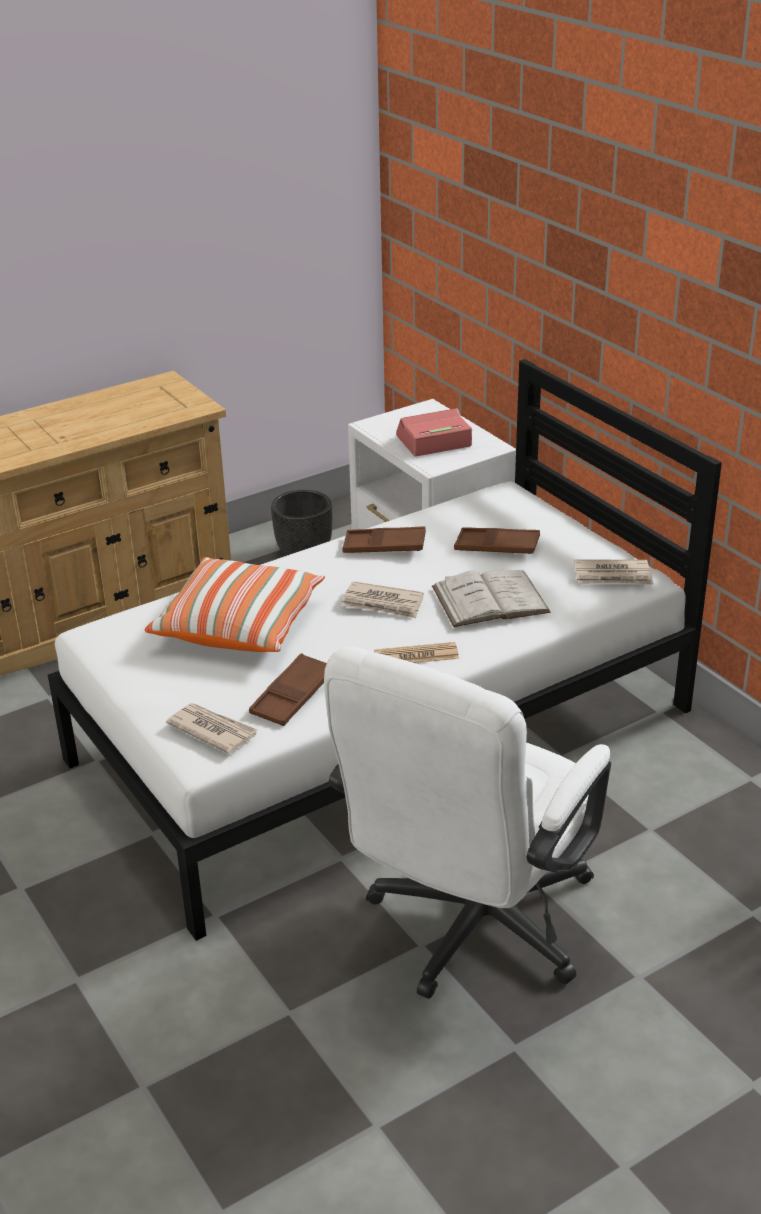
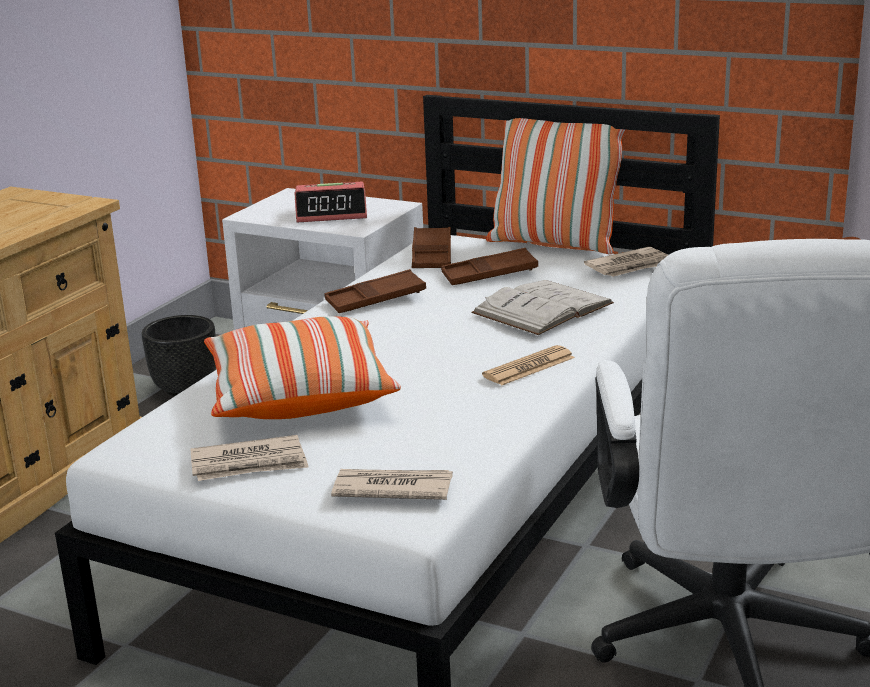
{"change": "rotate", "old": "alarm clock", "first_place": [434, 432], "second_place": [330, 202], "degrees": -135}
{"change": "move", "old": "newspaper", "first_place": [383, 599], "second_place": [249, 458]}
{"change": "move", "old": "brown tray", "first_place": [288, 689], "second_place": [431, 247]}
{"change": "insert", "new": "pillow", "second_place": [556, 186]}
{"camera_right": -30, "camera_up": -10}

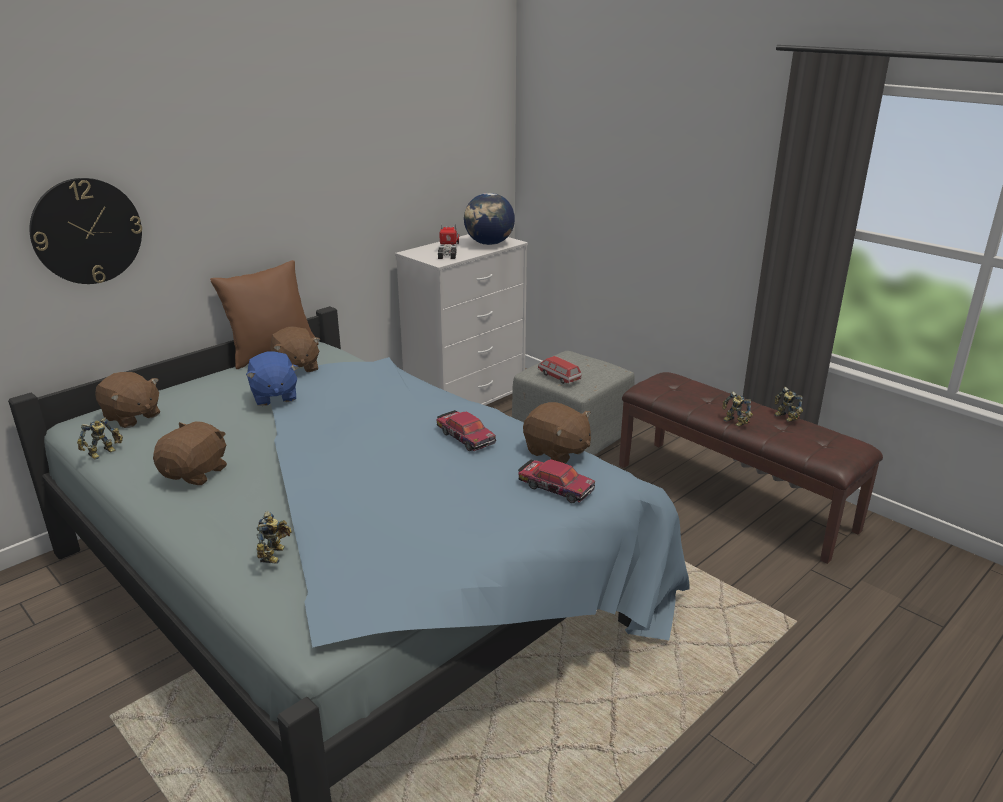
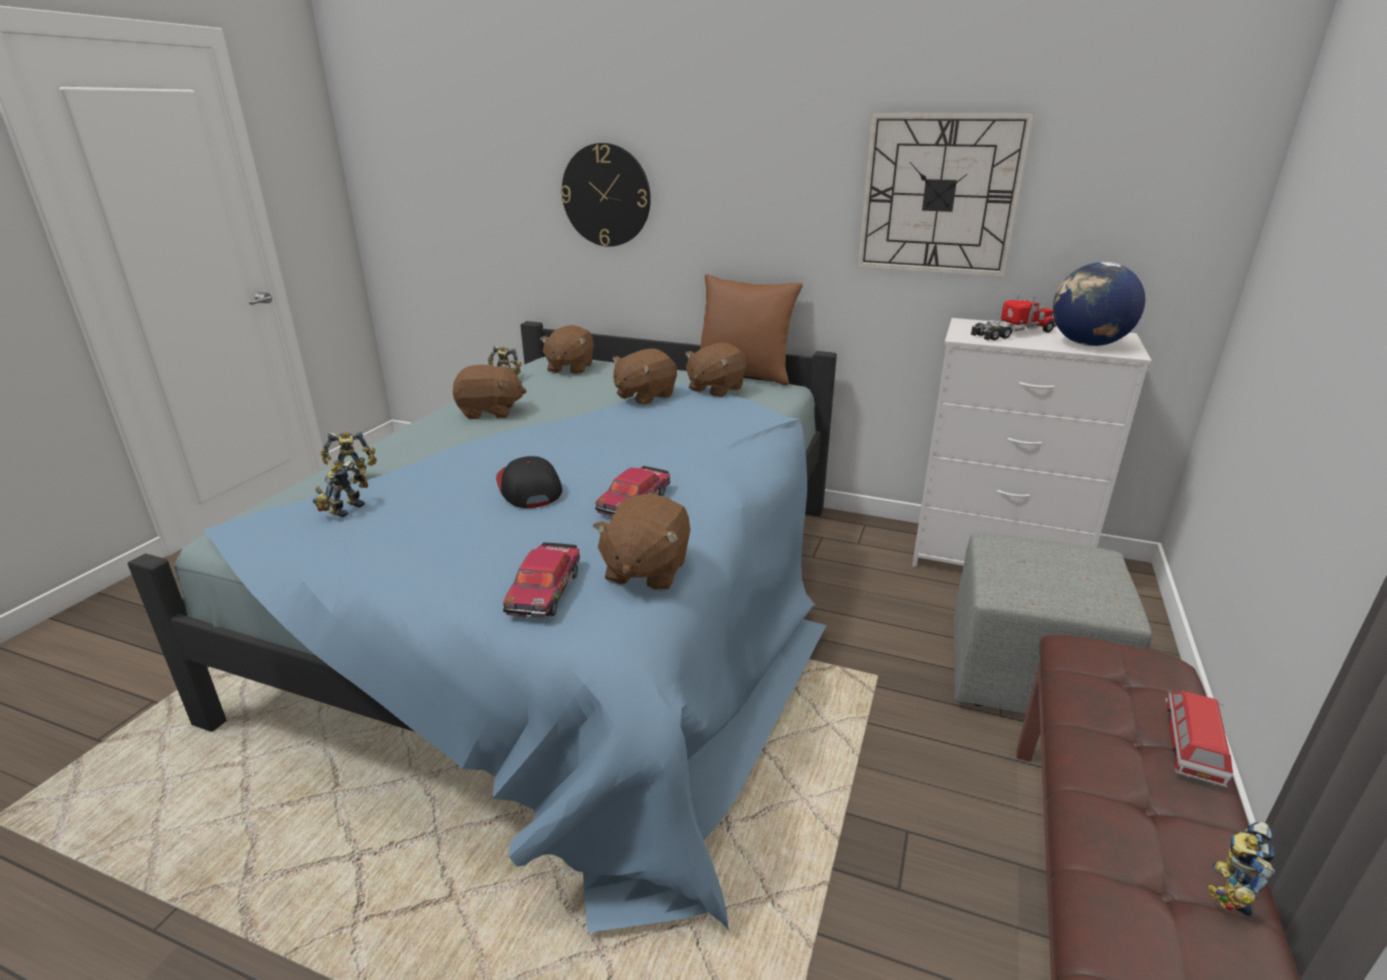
{"change": "recolor", "old": "blue plush toy", "new": "brown plush toy", "first_place": [272, 378], "second_place": [644, 377]}
{"change": "move", "old": "toy car", "first_place": [559, 370], "second_place": [1199, 739]}
{"change": "move", "old": "toy robot", "first_place": [737, 409], "second_place": [340, 489]}
{"change": "insert", "new": "wall clock", "second_place": [945, 194]}
{"change": "insert", "new": "cap", "second_place": [529, 482]}
{"camera_right": 65, "camera_up": 0}

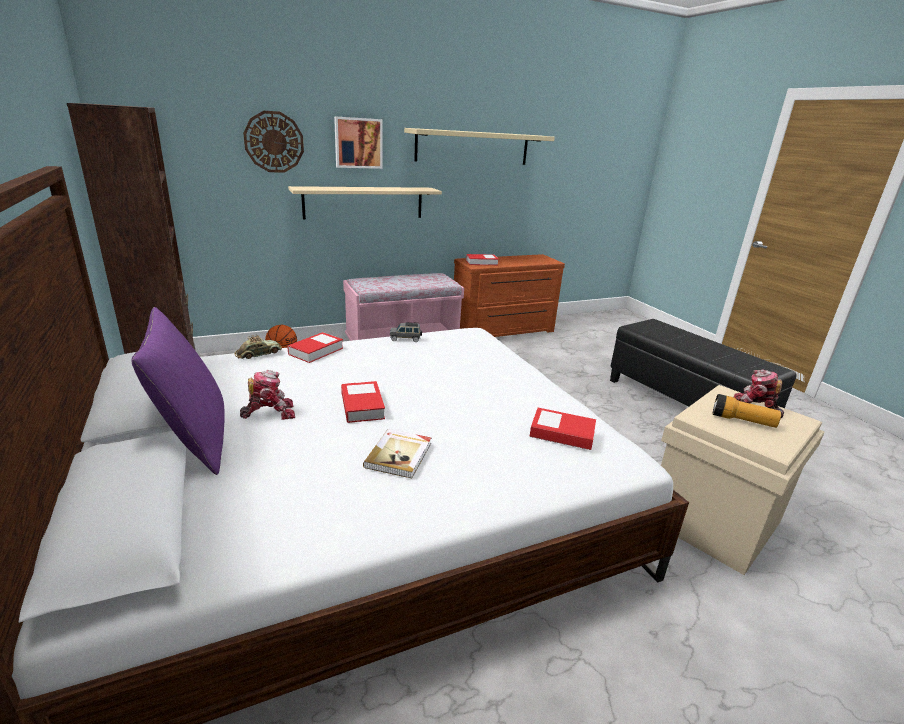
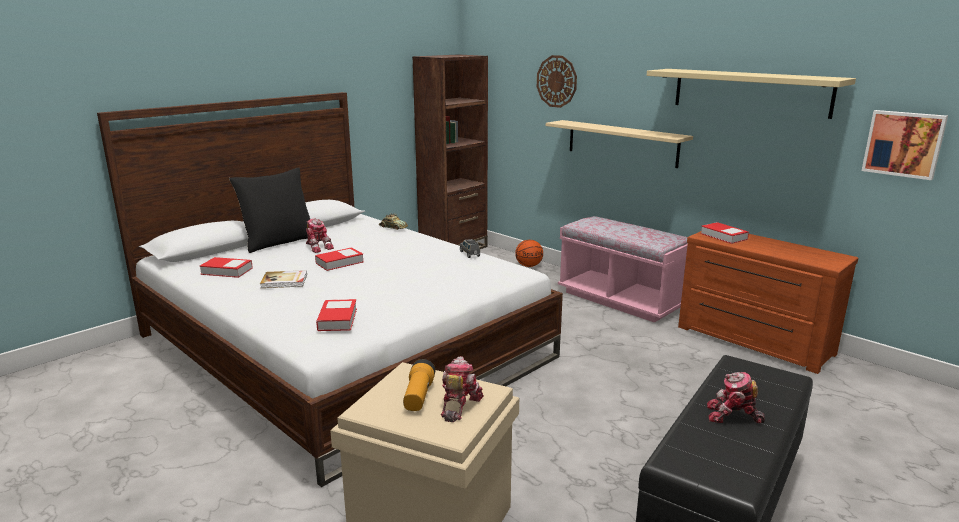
{"change": "move", "old": "picture", "first_place": [358, 142], "second_place": [905, 145]}
{"change": "recolor", "old": "purple pillow", "new": "black pillow", "first_place": [178, 391], "second_place": [269, 210]}
{"change": "move", "old": "book", "first_place": [315, 347], "second_place": [226, 267]}
{"change": "insert", "new": "toy robot", "second_place": [736, 398]}
{"camera_right": 70, "camera_up": -5}

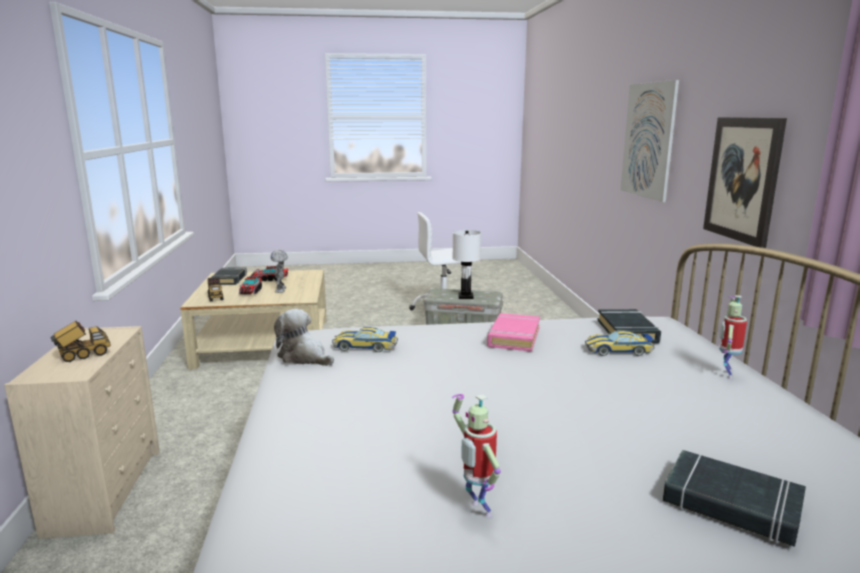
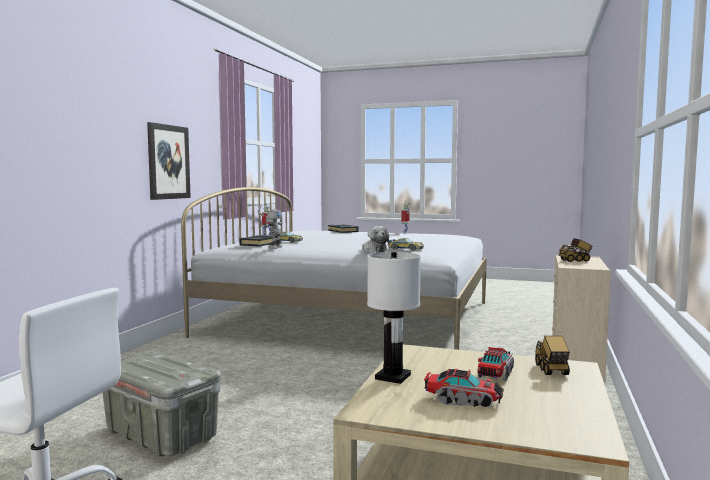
{"change": "delete", "old": "picture", "first_place": [649, 141]}
{"change": "move", "old": "white table lamp", "first_place": [466, 264], "second_place": [394, 318]}
{"change": "move", "old": "toy robot", "first_place": [279, 271], "second_place": [273, 229]}
{"change": "delete", "old": "black book", "first_place": [229, 276]}
{"change": "move", "old": "plush toy", "first_place": [304, 337], "second_place": [376, 240]}
{"change": "delete", "old": "pink book", "first_place": [513, 332]}
{"camera_right": -155, "camera_up": -10}

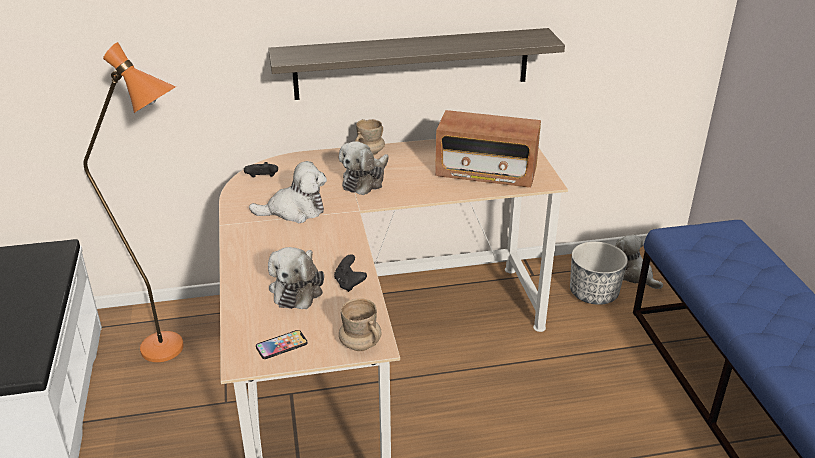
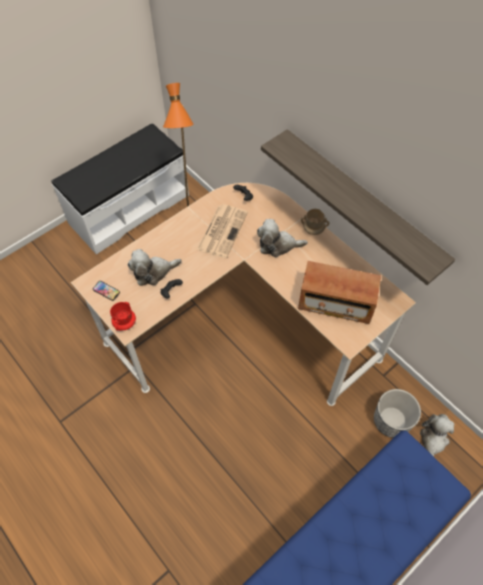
{"change": "rotate", "old": "radio", "first_place": [488, 149], "second_place": [339, 292], "degrees": -60}
{"change": "replace", "old": "plush toy", "new": "newspaper", "first_place": [288, 192], "second_place": [222, 231]}
{"change": "recolor", "old": "beige mug", "new": "red mug", "first_place": [360, 324], "second_place": [123, 316]}
{"camera_right": 60, "camera_up": 25}

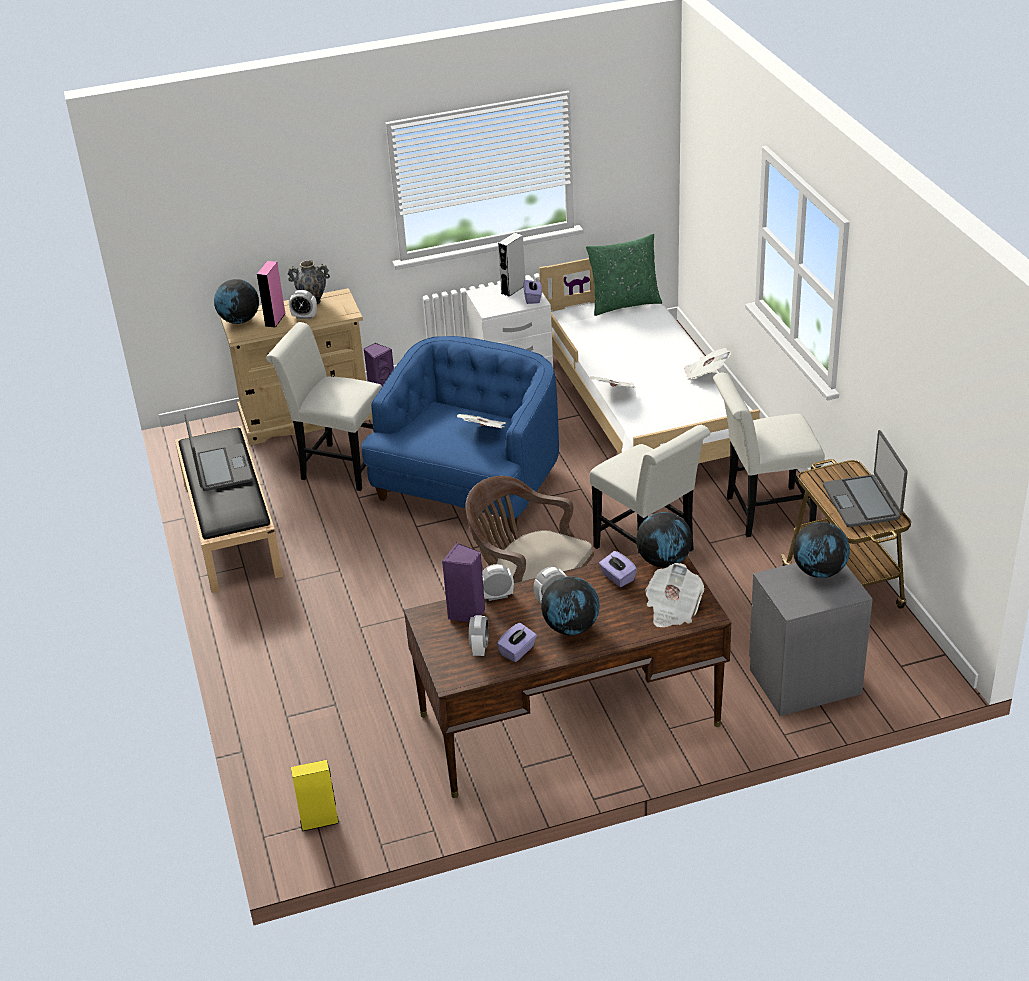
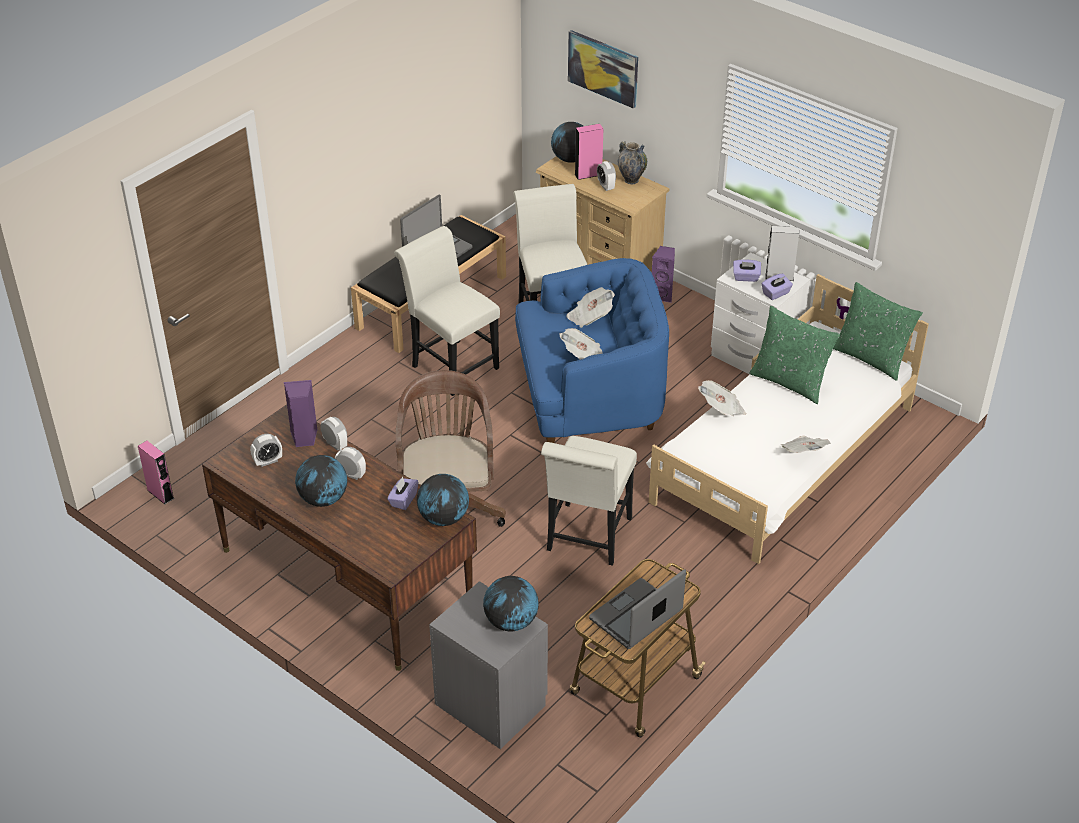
{"change": "move", "old": "white chair", "first_place": [769, 455], "second_place": [447, 311]}
{"change": "move", "old": "newspaper", "first_place": [674, 595], "second_place": [591, 307]}
{"change": "move", "old": "purple tissue box", "first_place": [517, 642], "second_place": [747, 271]}
{"change": "recolor", "old": "yellow speaker", "new": "pink speaker", "first_place": [315, 795], "second_place": [156, 472]}
{"change": "insert", "new": "picture", "second_place": [603, 69]}
{"change": "insert", "new": "green pillow", "second_place": [794, 355]}
{"camera_right": 55, "camera_up": 5}

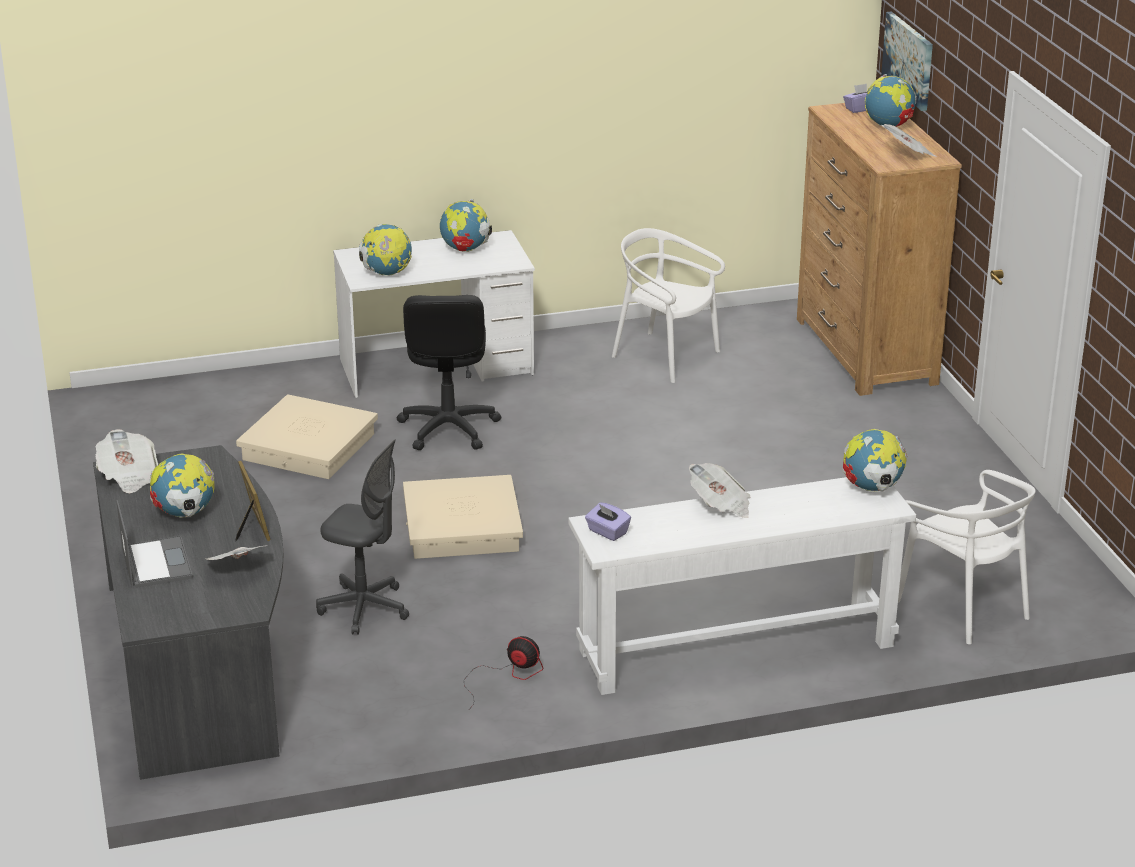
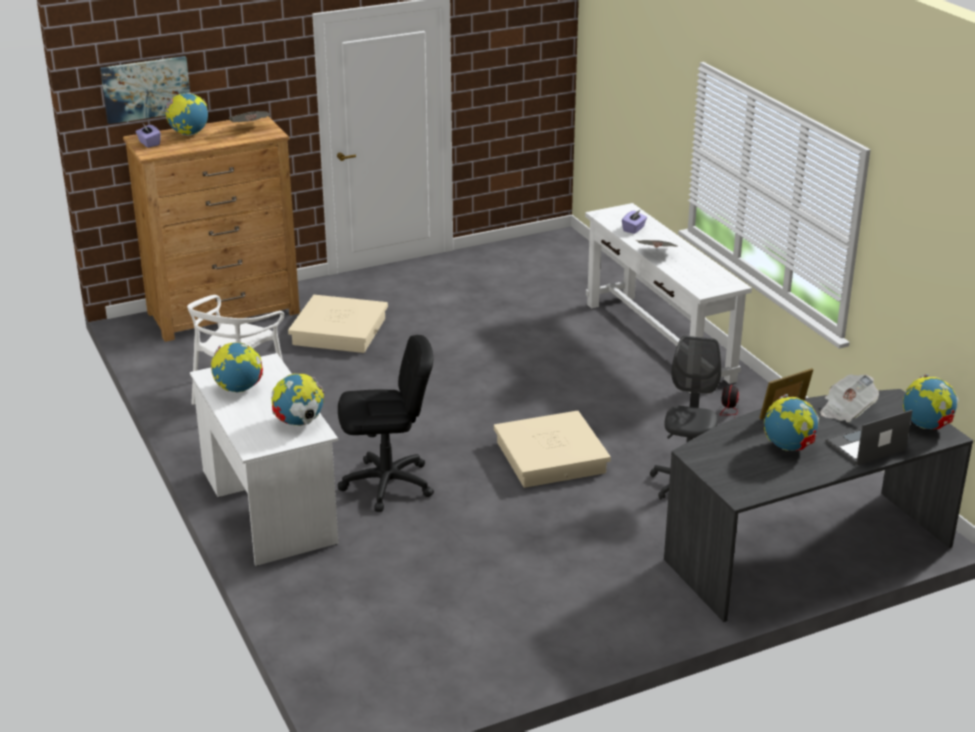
{"change": "move", "old": "beige storage box", "first_place": [307, 436], "second_place": [338, 324]}
{"change": "delete", "old": "newspaper", "first_place": [127, 461]}
{"change": "move", "old": "globe", "first_place": [875, 460], "second_place": [930, 401]}
{"change": "delete", "old": "white chair", "first_place": [967, 557]}
{"change": "move", "old": "purple tissue box", "first_place": [608, 521], "second_place": [634, 222]}
{"camera_right": -100, "camera_up": 0}

